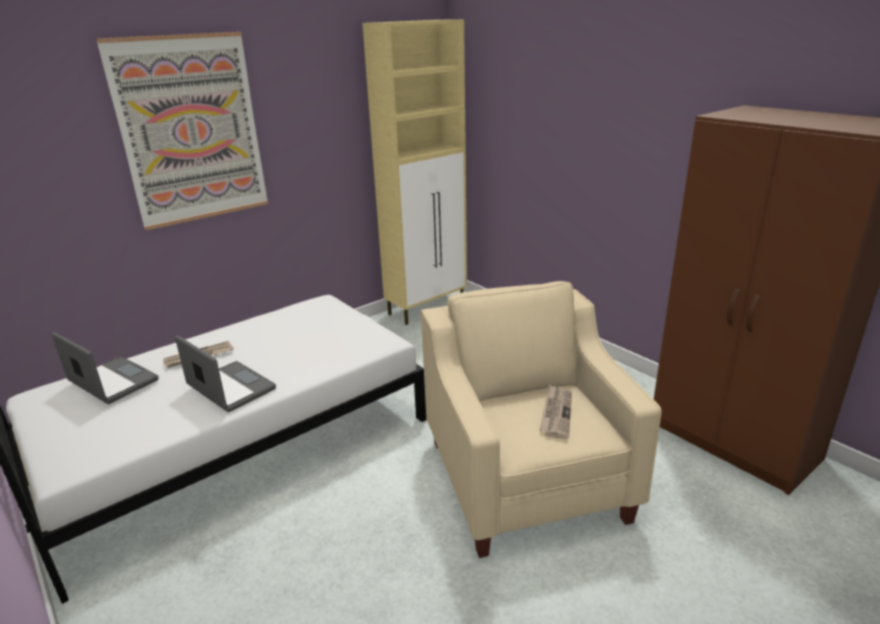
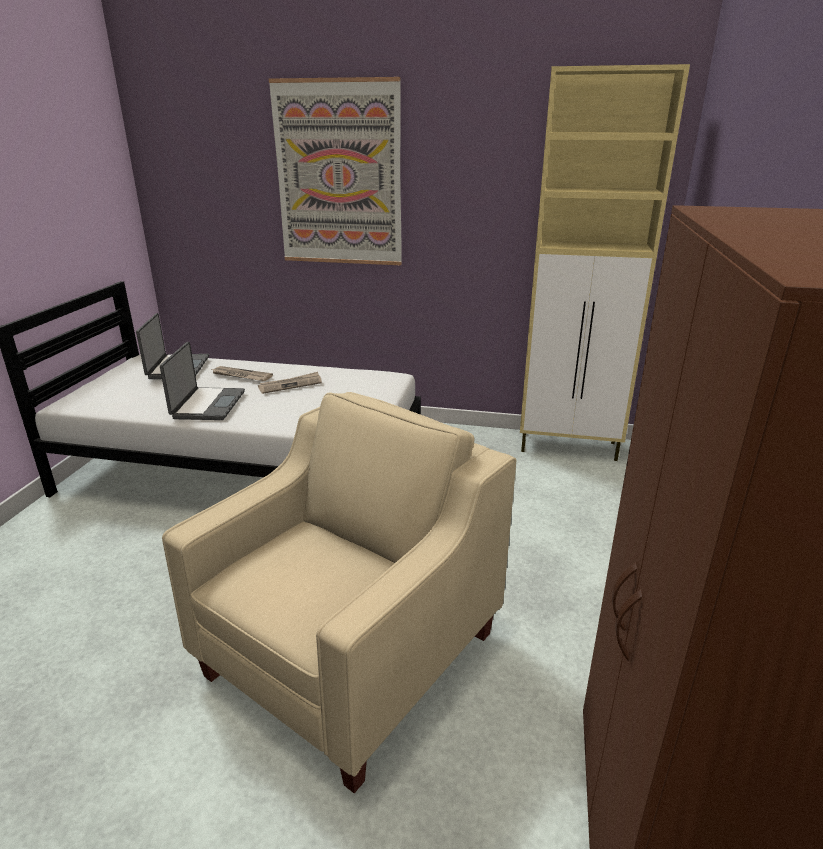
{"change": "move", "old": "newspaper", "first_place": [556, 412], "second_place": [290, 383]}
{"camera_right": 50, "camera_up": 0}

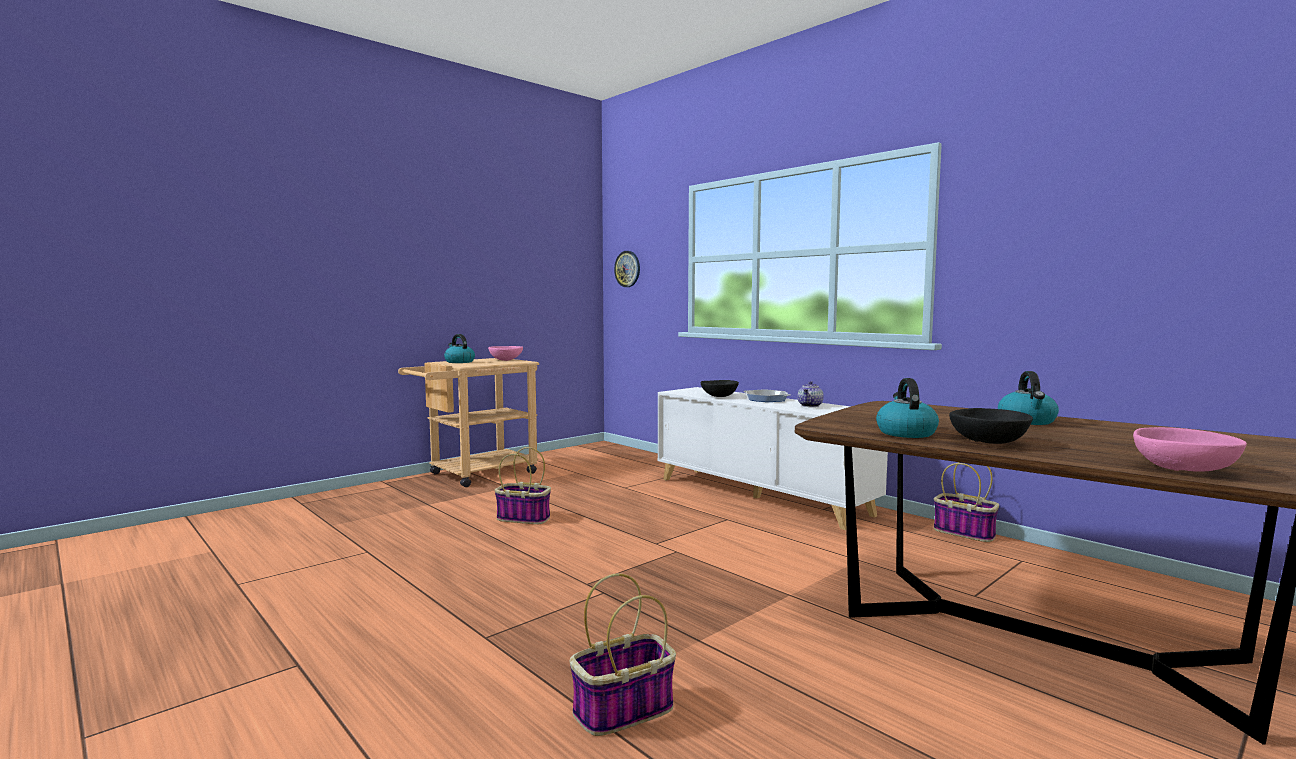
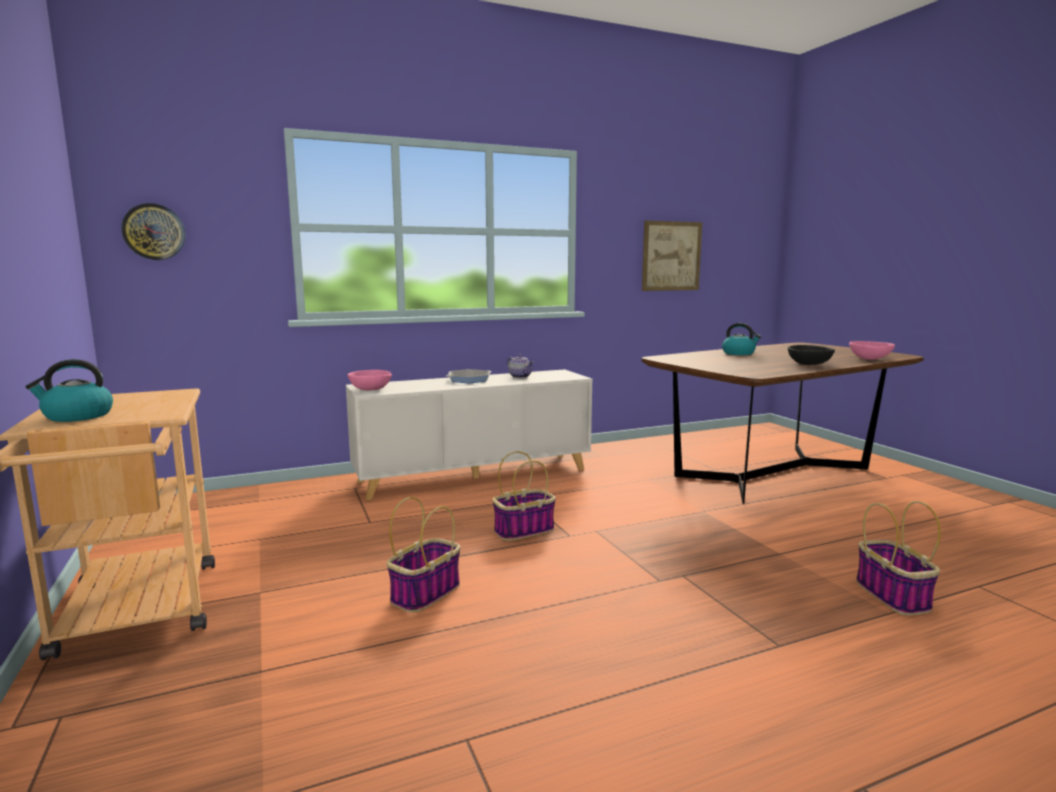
{"change": "move", "old": "pink bowl", "first_place": [505, 353], "second_place": [370, 380]}
{"change": "delete", "old": "kettle", "first_place": [907, 408]}
{"change": "delete", "old": "black bowl", "first_place": [720, 388]}
{"change": "move", "old": "basket", "first_place": [966, 502], "second_place": [524, 496]}
{"change": "insert", "new": "picture", "second_place": [672, 256]}
{"camera_right": -70, "camera_up": 5}

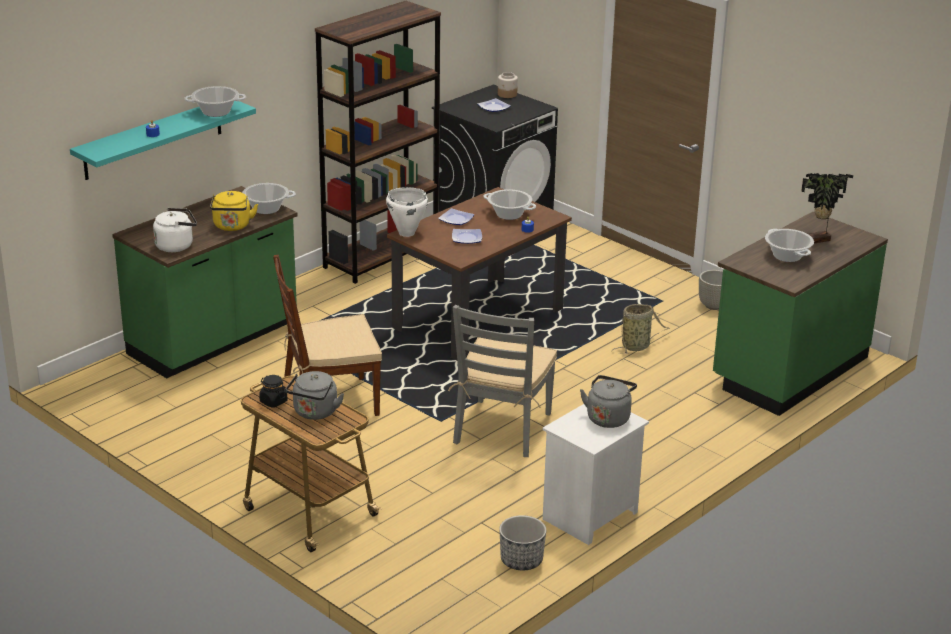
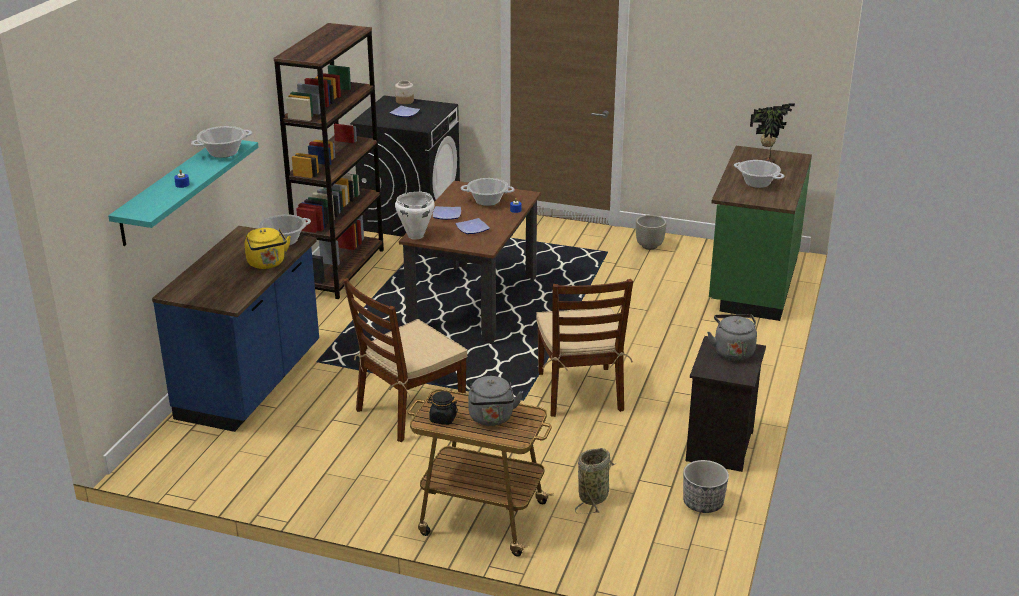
{"change": "recolor", "old": "green counter", "new": "blue counter", "first_place": [205, 282], "second_place": [235, 329]}
{"change": "delete", "old": "white kettle", "first_place": [175, 230]}
{"change": "move", "old": "basket", "first_place": [641, 329], "second_place": [596, 481]}
{"change": "recolor", "old": "grey chair", "new": "brown chair", "first_place": [502, 381], "second_place": [584, 348]}
{"change": "recolor", "old": "white nightstand", "new": "black nightstand", "first_place": [595, 474], "second_place": [726, 404]}
{"camera_right": -25, "camera_up": 0}

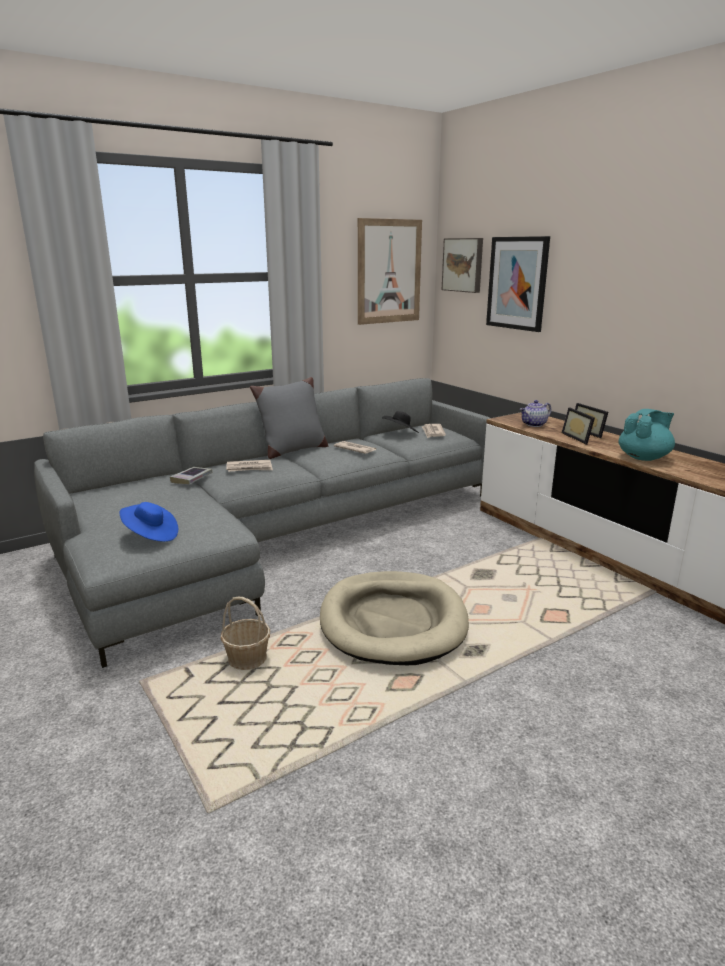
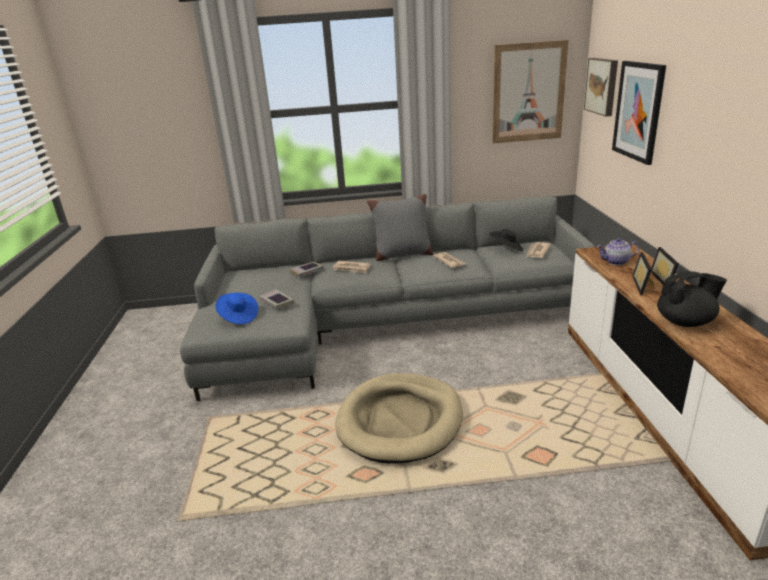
{"change": "recolor", "old": "turquoise teapot", "new": "black teapot", "first_place": [646, 435], "second_place": [692, 299]}
{"change": "delete", "old": "basket", "first_place": [245, 633]}
{"change": "insert", "new": "book", "second_place": [276, 299]}
{"camera_right": 30, "camera_up": 5}

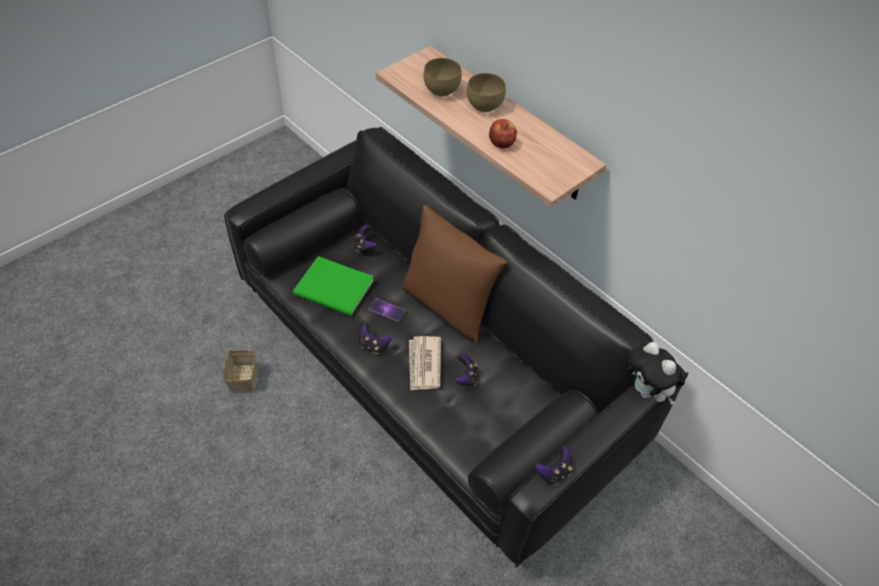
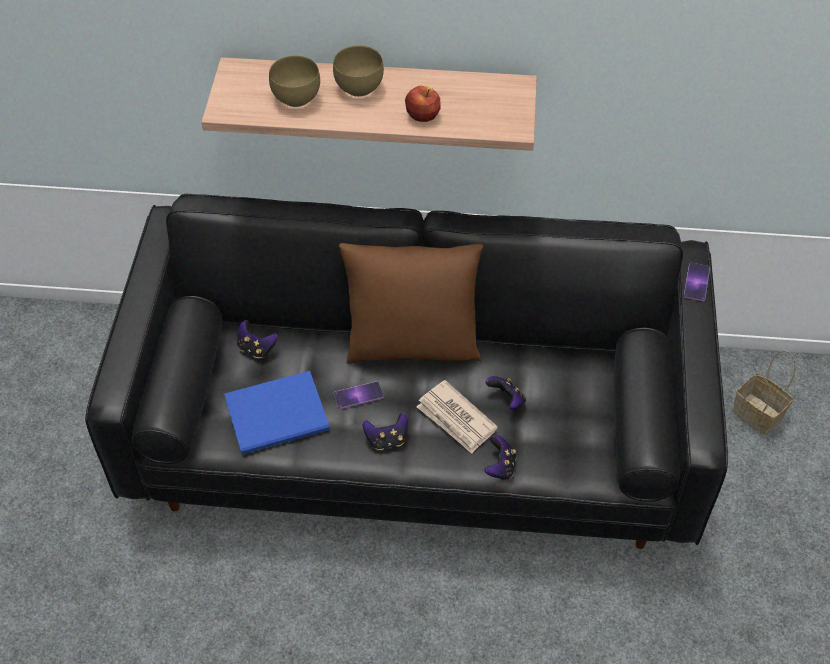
{"change": "recolor", "old": "green book", "new": "blue book", "first_place": [333, 286], "second_place": [277, 412]}
{"change": "move", "old": "basket", "first_place": [235, 366], "second_place": [764, 392]}
{"change": "replace", "old": "plush toy", "new": "phone", "first_place": [656, 373], "second_place": [697, 282]}
{"change": "move", "old": "game controller", "first_place": [554, 466], "second_place": [500, 457]}
{"camera_right": -40, "camera_up": 0}

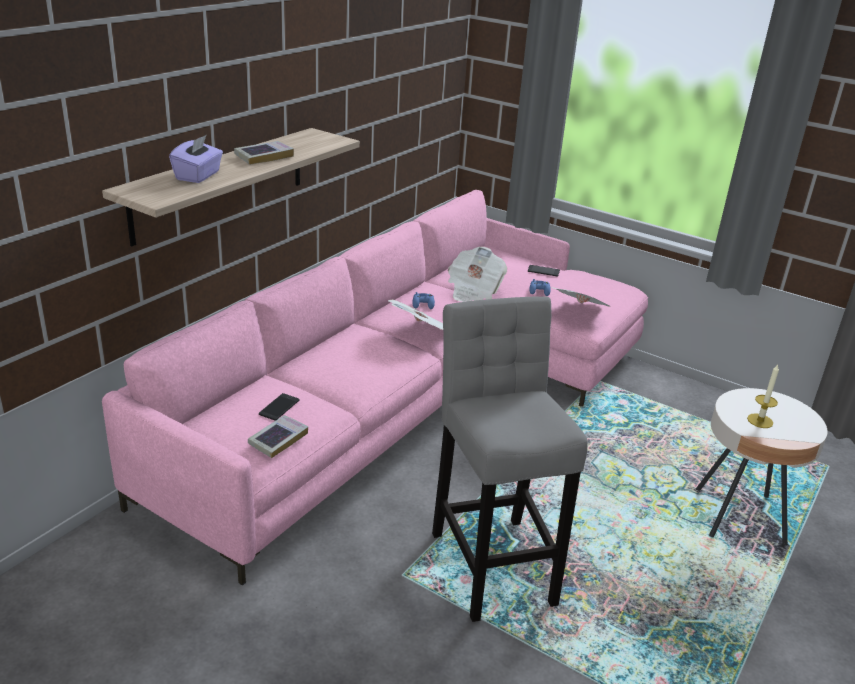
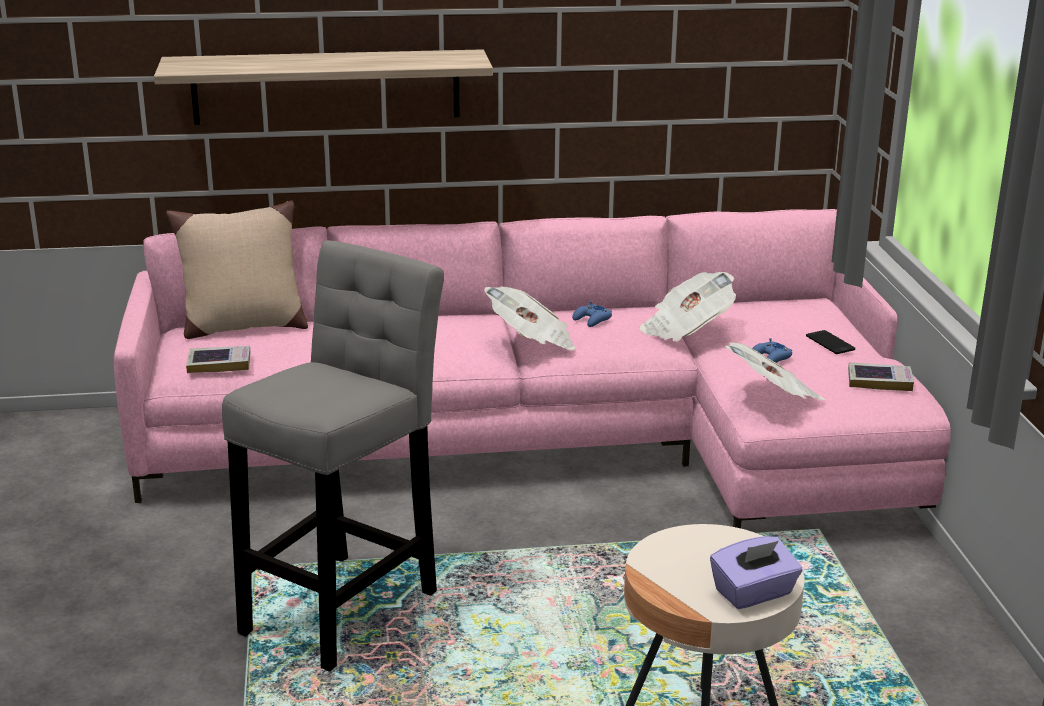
{"change": "move", "old": "purple tissue box", "first_place": [196, 159], "second_place": [756, 572]}
{"change": "move", "old": "book", "first_place": [264, 153], "second_place": [881, 376]}
{"change": "delete", "old": "candle", "first_place": [763, 396]}
{"change": "delete", "old": "phone", "first_place": [279, 407]}
{"change": "insert", "new": "beige pillow", "second_place": [237, 270]}
{"camera_right": 50, "camera_up": -5}

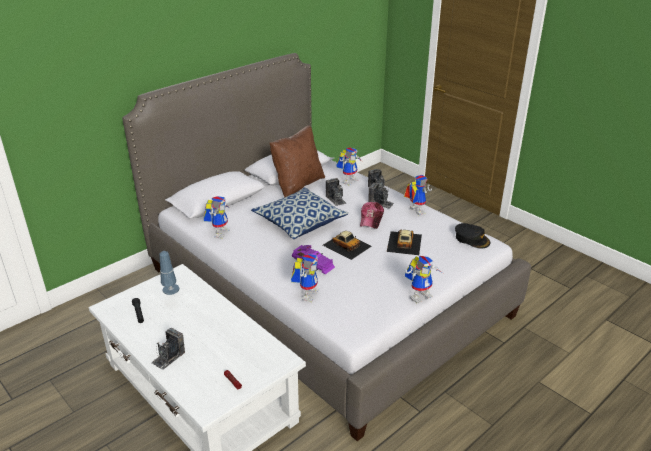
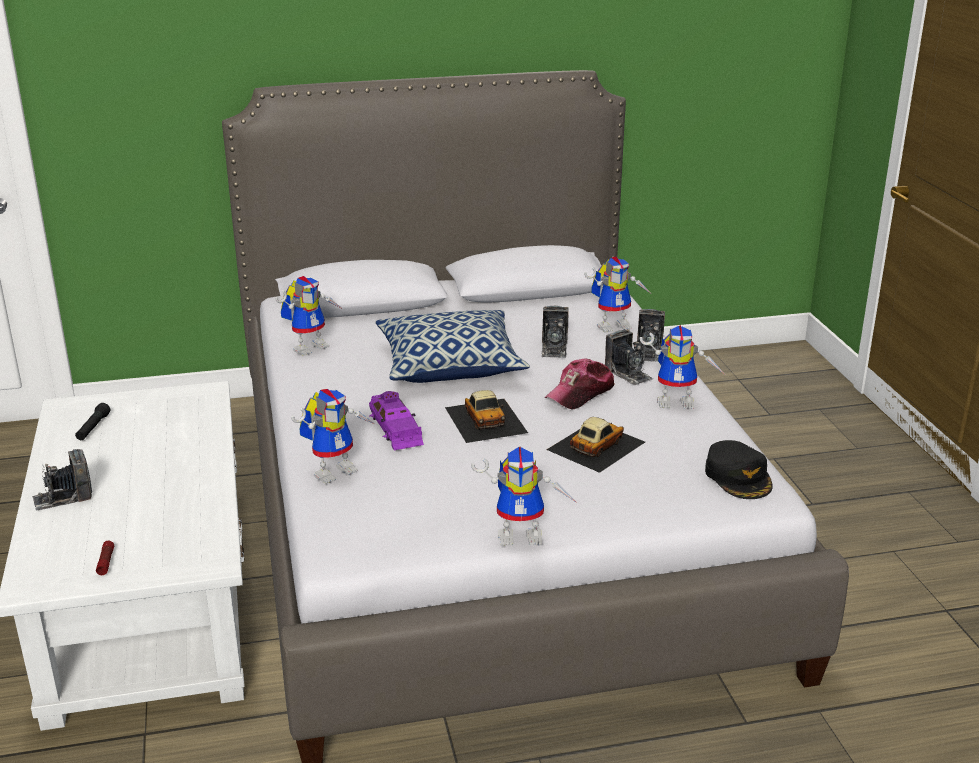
{"change": "delete", "old": "brown pillow", "first_place": [297, 161]}
{"change": "rotate", "old": "toy robot", "first_place": [418, 195], "second_place": [681, 367], "degrees": 90}
{"change": "delete", "old": "table lamp", "first_place": [169, 273]}
{"camera_right": 30, "camera_up": -5}

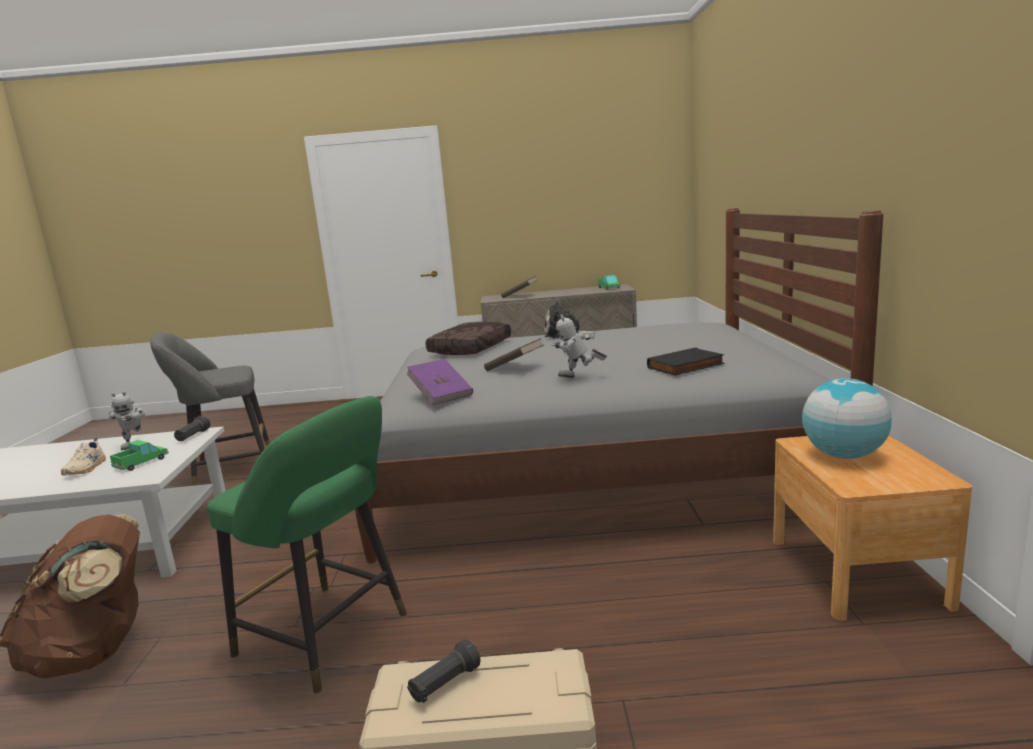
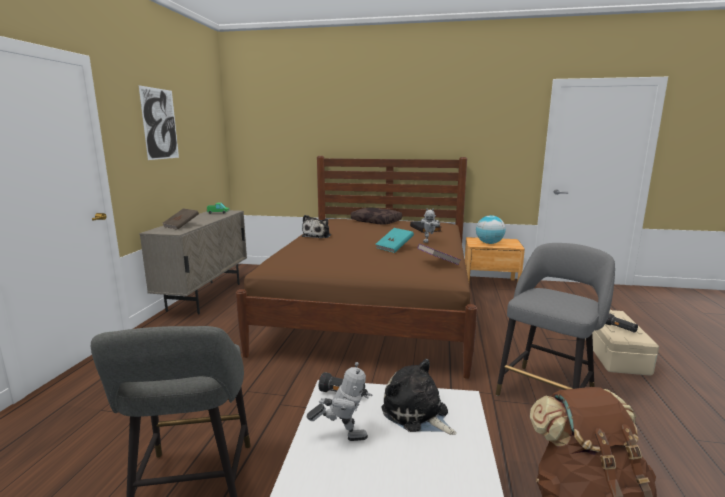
{"change": "recolor", "old": "grey bed", "new": "brown bed", "first_place": [619, 386], "second_place": [356, 267]}
{"change": "move", "old": "brown pillow", "first_place": [468, 338], "second_place": [376, 216]}
{"change": "recolor", "old": "brown book", "new": "turquoise book", "first_place": [514, 354], "second_place": [394, 240]}
{"change": "recolor", "old": "green stool", "new": "grey stool", "first_place": [307, 545], "second_place": [555, 319]}
{"change": "delete", "old": "beige shoe", "first_place": [83, 457]}
{"change": "replace", "old": "toy truck", "new": "plush toy", "first_place": [139, 455], "second_place": [419, 397]}
{"change": "insert", "new": "picture", "second_place": [159, 122]}
{"camera_right": -80, "camera_up": 0}

